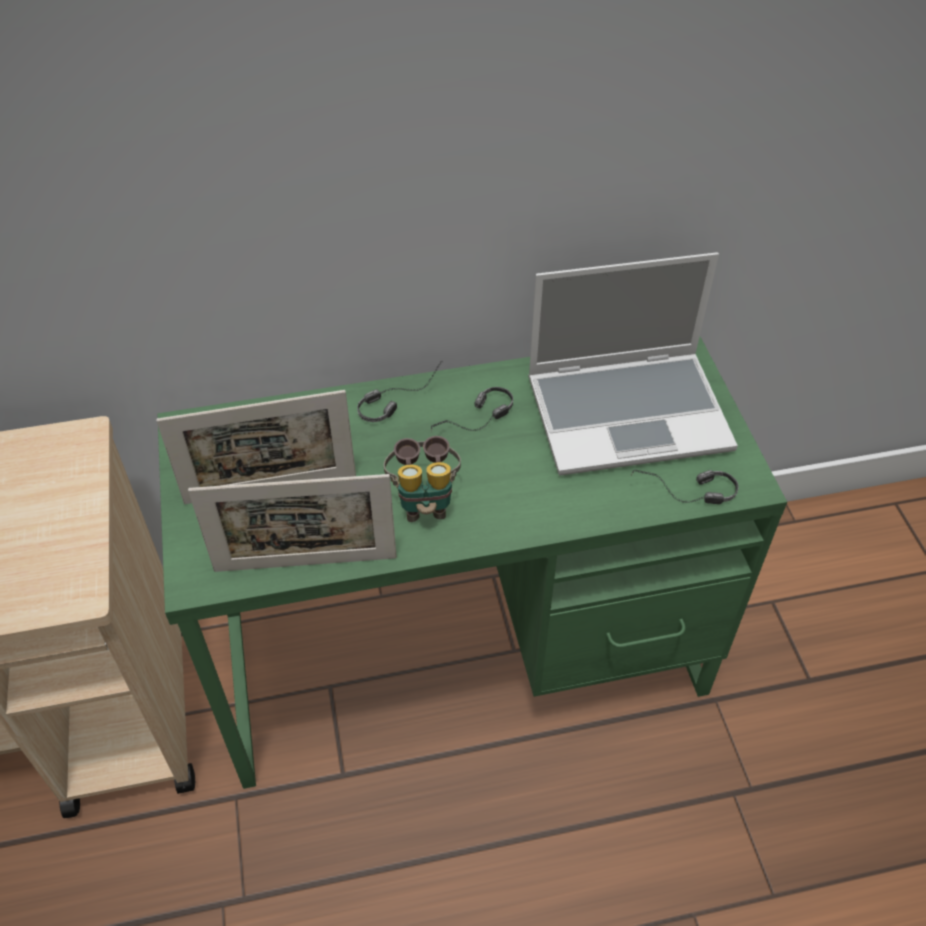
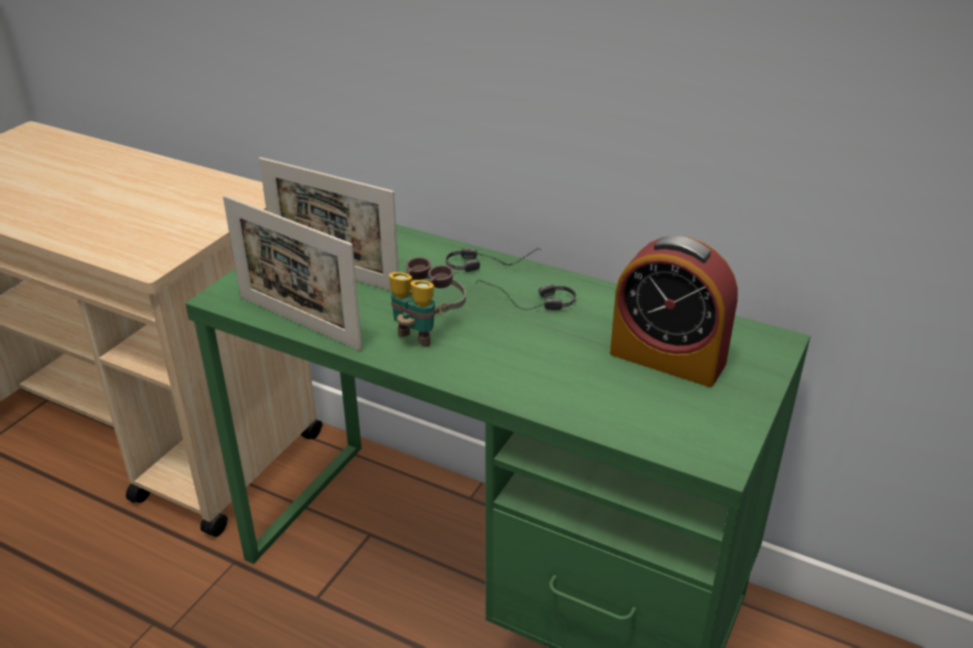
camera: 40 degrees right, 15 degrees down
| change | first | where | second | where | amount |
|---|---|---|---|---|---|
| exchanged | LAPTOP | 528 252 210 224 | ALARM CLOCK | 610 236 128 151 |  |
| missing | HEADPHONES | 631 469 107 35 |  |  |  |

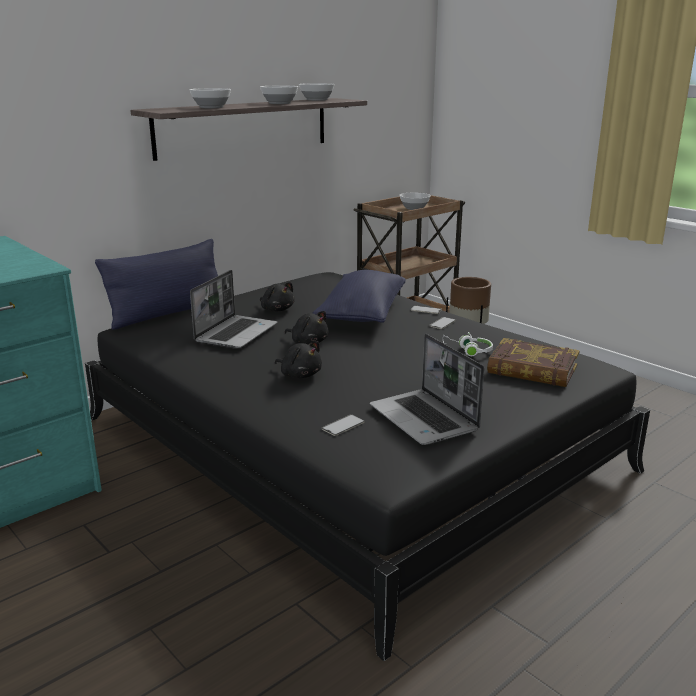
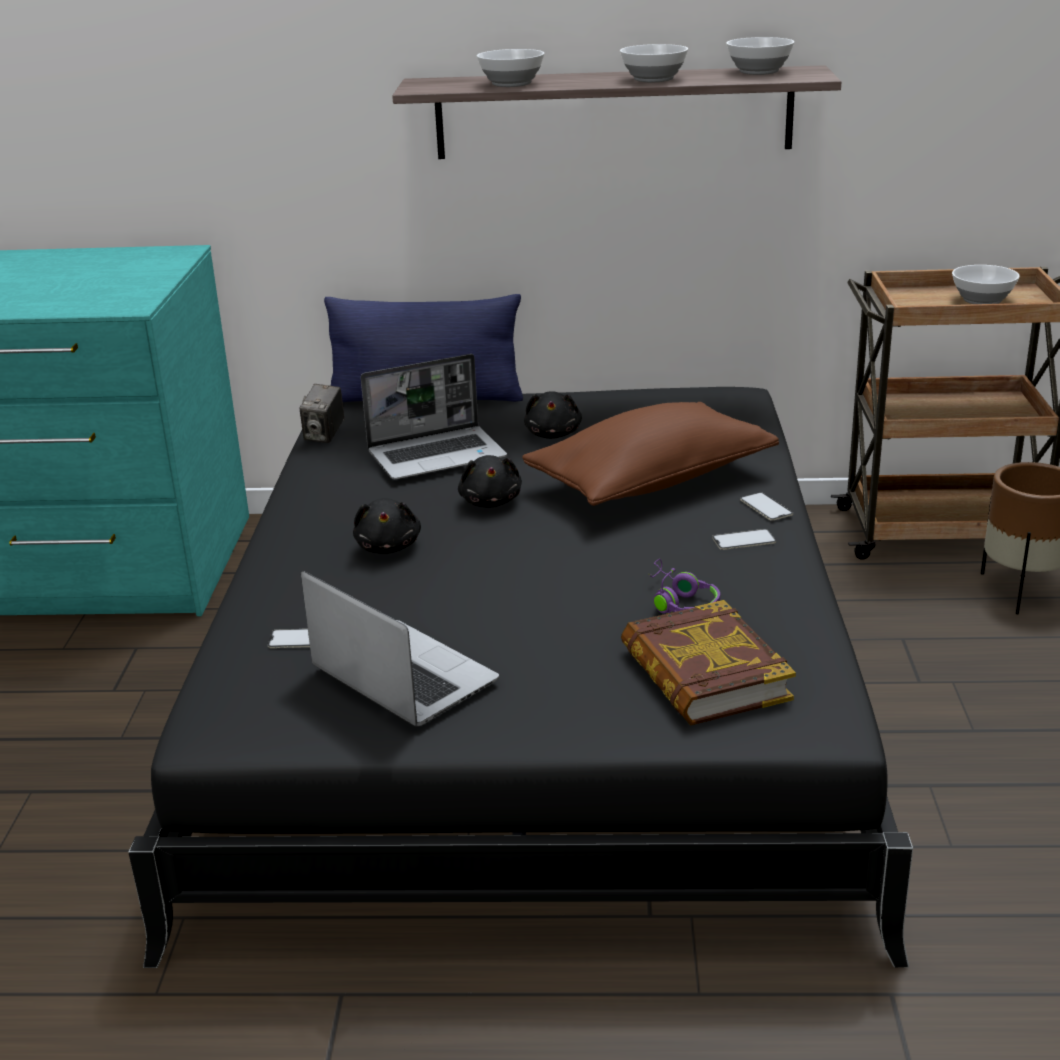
camera: 45 degrees right, 5 degrees up
| change | first | where | second | where | amount |
|---|---|---|---|---|---|
| appeared |  |  | PHOTO CAMERA | 300 384 44 59 |  |
| spun | LAPTOP | 370 334 114 111 |  | 301 571 198 156 | 120 degrees clockwise |
| colour | BLUE PILLOW | 313 270 93 53 | BROWN PILLOW | 522 402 257 104 |  |
| colour | WHITE HEADPHONES | 443 332 50 24 | PURPLE HEADPHONES | 649 559 71 54 |  |

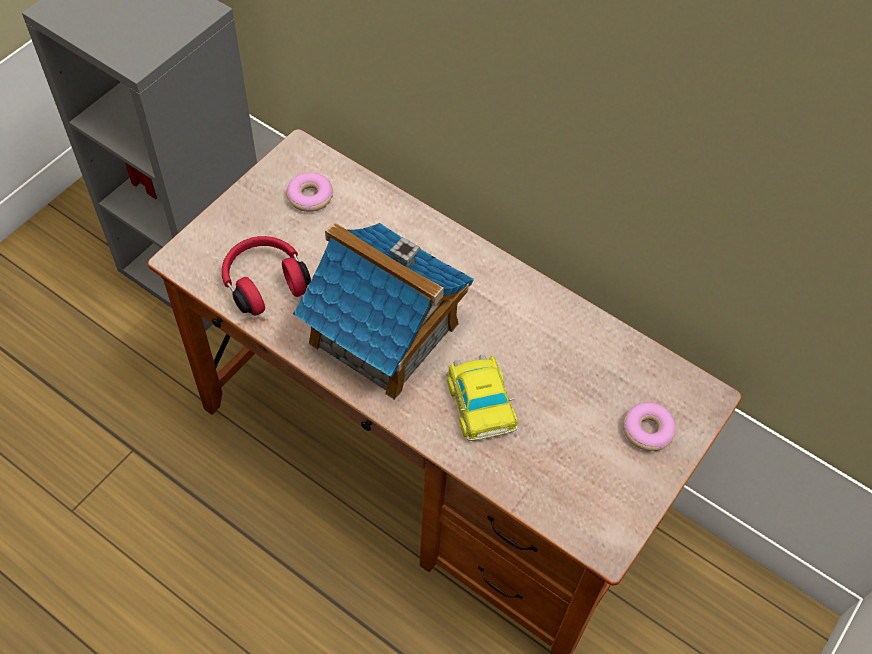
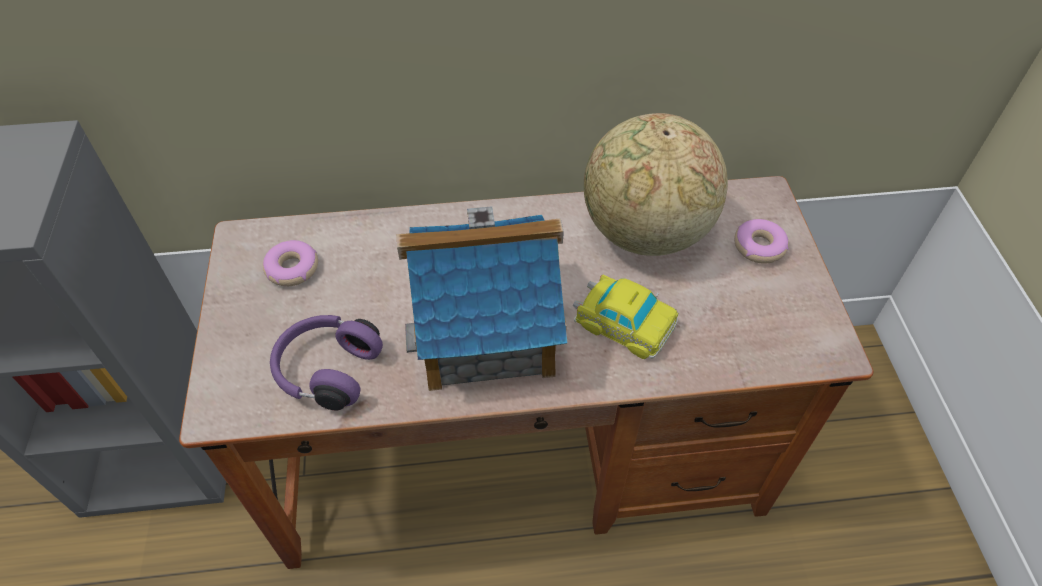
camera: 40 degrees left, 5 degrees down
| change | first | where | second | where | amount |
|---|---|---|---|---|---|
| colour | RED HEADPHONES | 222 236 89 79 | PURPLE HEADPHONES | 270 315 113 95 |  |
| appeared |  |  | GLOBE | 584 113 144 143 |  |

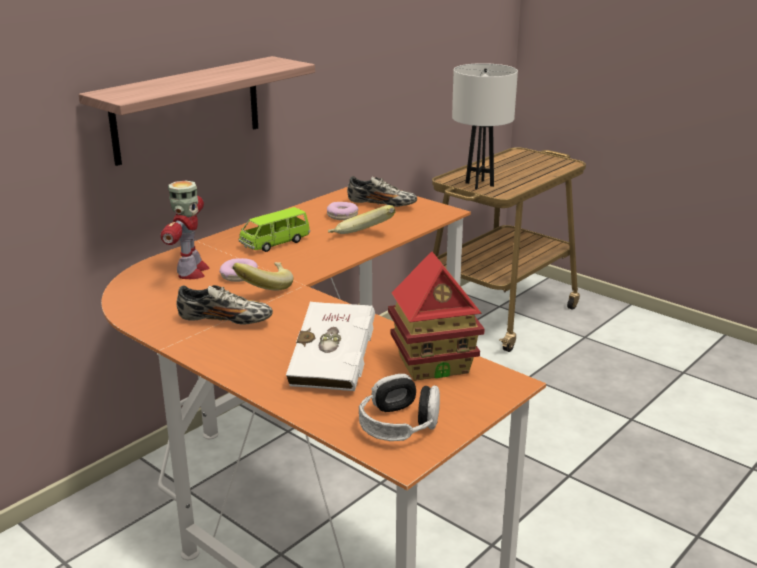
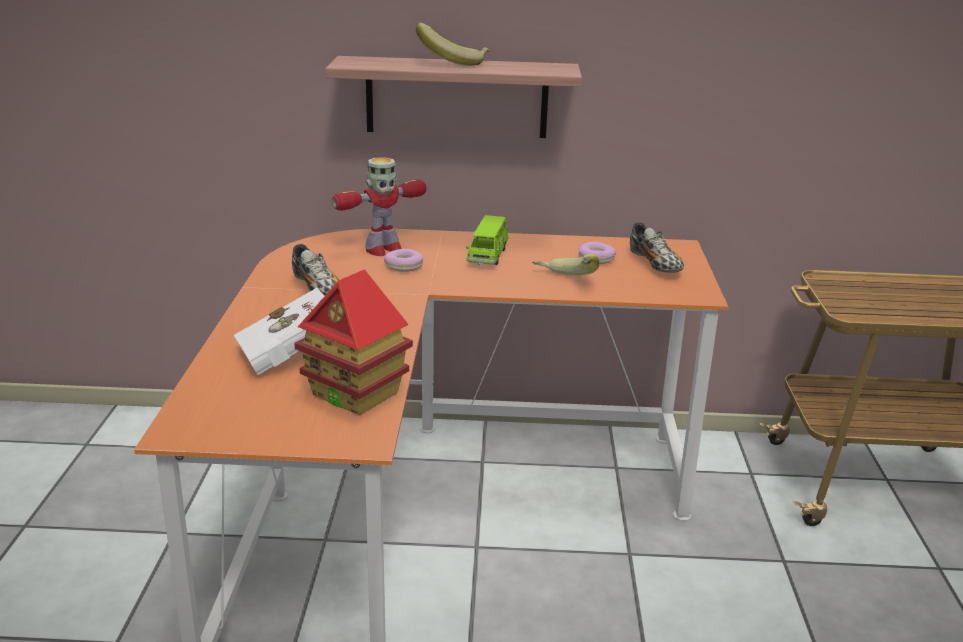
camera: 50 degrees right, 0 degrees up
| change | first | where | second | where | amount |
|---|---|---|---|---|---|
| relocated | BANANA | 233 262 61 29 |  | 416 23 74 43 |  |
| spun | GREEN TOY CAR | 239 207 71 45 |  | 466 215 43 50 | 90 degrees counterclockwise |
| missing | HEADPHONES | 359 374 81 67 |  |  |  |
| missing | WHITE TABLE LAMP | 452 63 66 126 |  |  |  |

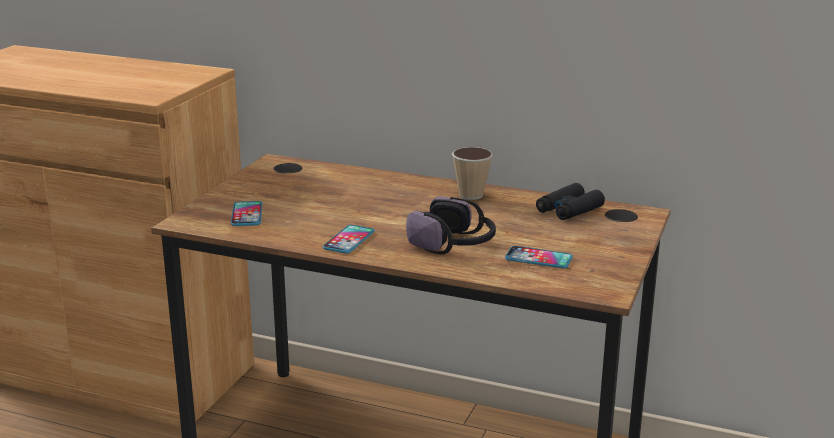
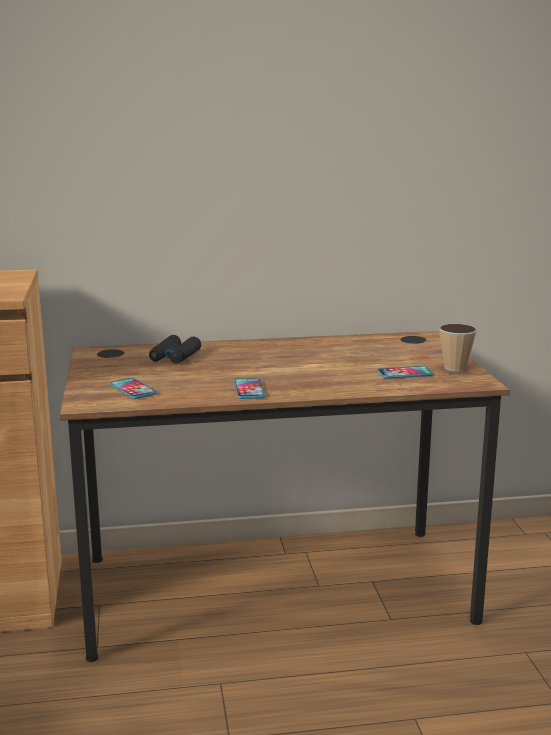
camera: 30 degrees left, 5 degrees down
| change | first | where | second | where | amount |
|---|---|---|---|---|---|
| relocated | BLACK BINOCULARS | 536 183 69 37 |  | 149 335 52 29 |  |
| relocated | CUP | 452 147 41 53 |  | 439 324 38 47 |  |
| missing | HEADPHONES | 406 196 90 59 |  |  |  |

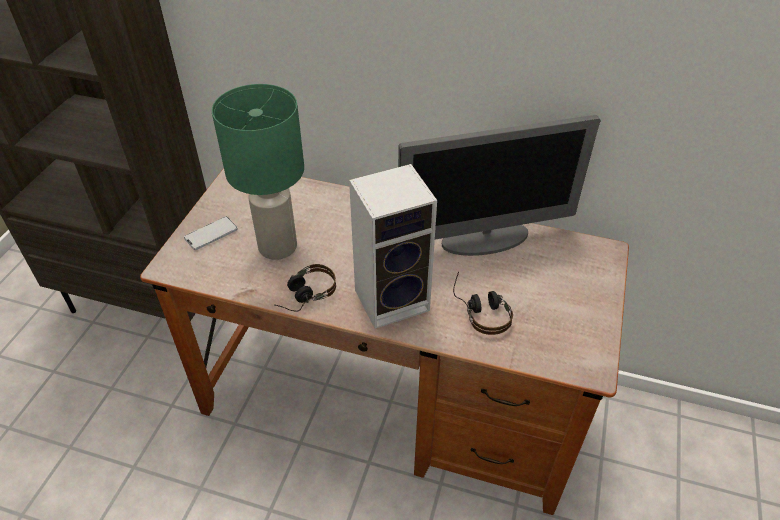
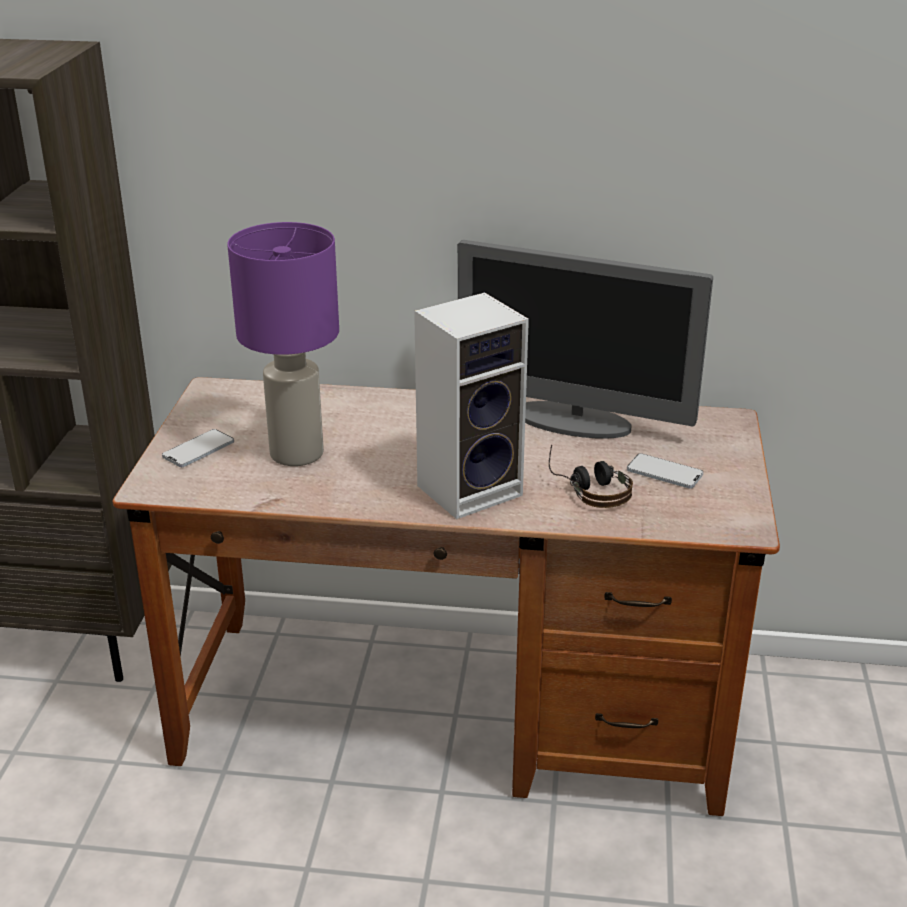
camera: 10 degrees left, 15 degrees down
| change | first | where | second | where | amount |
|---|---|---|---|---|---|
| colour | GREEN TABLE LAMP | 212 84 92 176 | PURPLE TABLE LAMP | 227 222 112 244 |  |
| spun | MONITOR | 398 115 203 141 |  | 457 240 256 199 | 45 degrees clockwise |
| appeared |  |  | PHONE | 627 453 76 36 |  |
| missing | HEADPHONES | 274 264 62 47 |  |  |  |

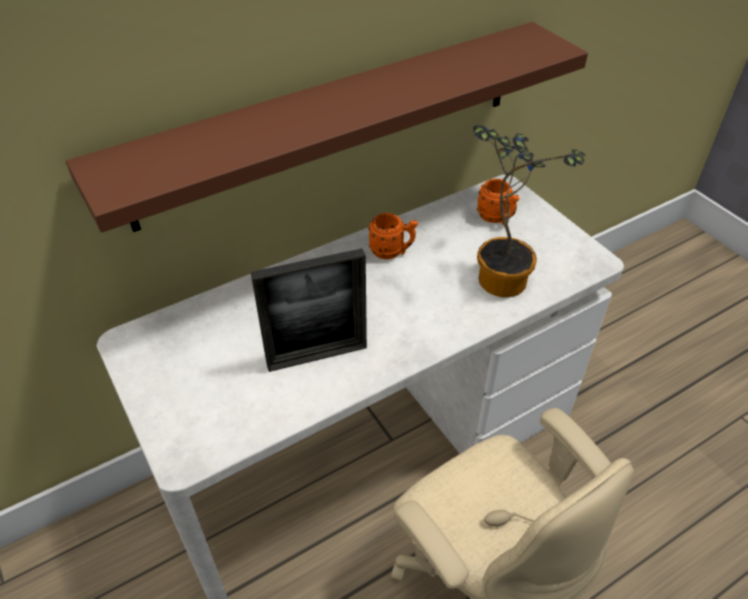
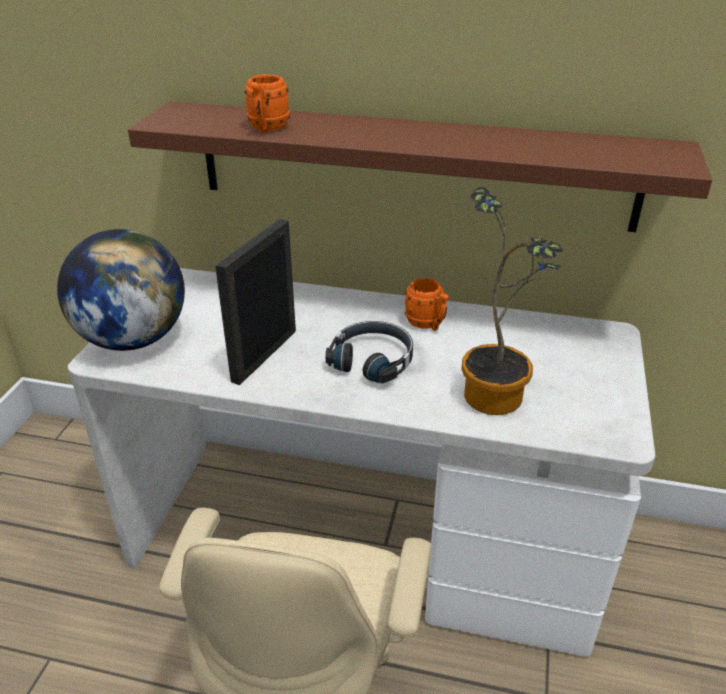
camera: 45 degrees right, 10 degrees down
| change | first | where | second | where | amount |
|---|---|---|---|---|---|
| appeared |  |  | GLOBE | 57 229 128 122 |  |
| spun | PICTURE FRAME | 251 248 116 124 |  | 215 219 81 166 | 90 degrees clockwise |
| relocated | ORANGE MUG | 477 179 42 46 |  | 245 74 45 60 |  |
| appeared |  |  | BLACK HEADPHONES | 325 321 88 63 |  |

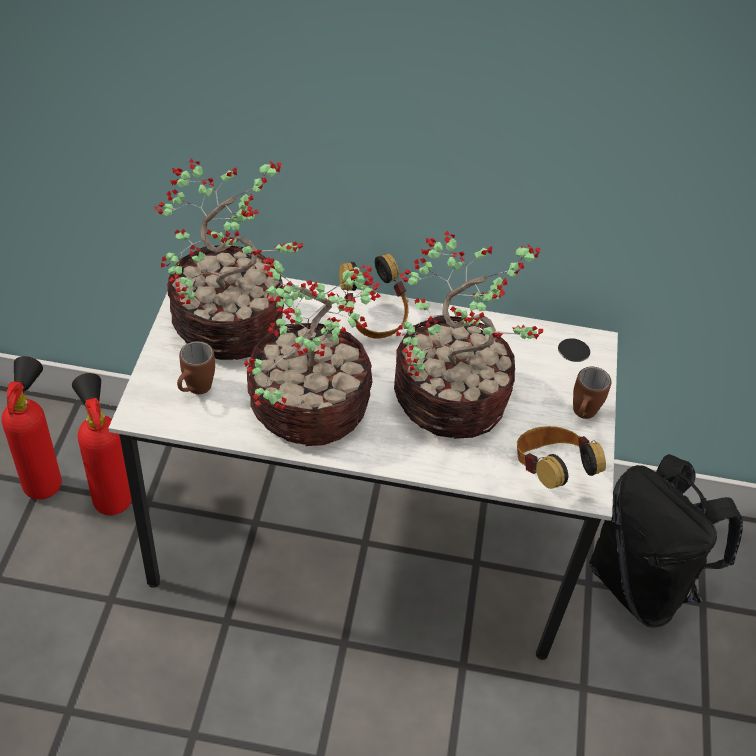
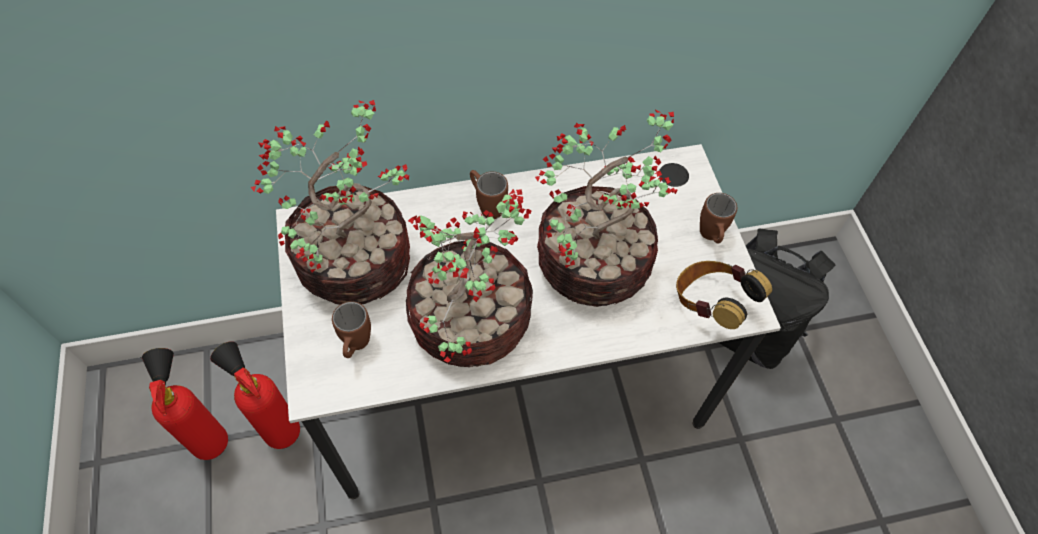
camera: 20 degrees left, 10 degrees up
| change | first | where | second | where | amount |
|---|---|---|---|---|---|
| exchanged | HEADPHONES | 339 254 69 84 | BROWN MUG | 470 170 38 49 |  |

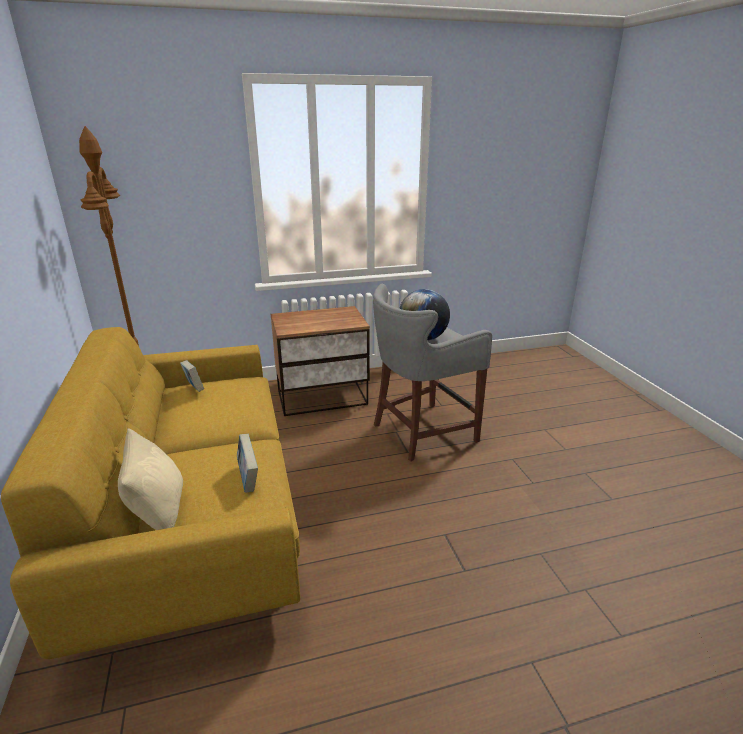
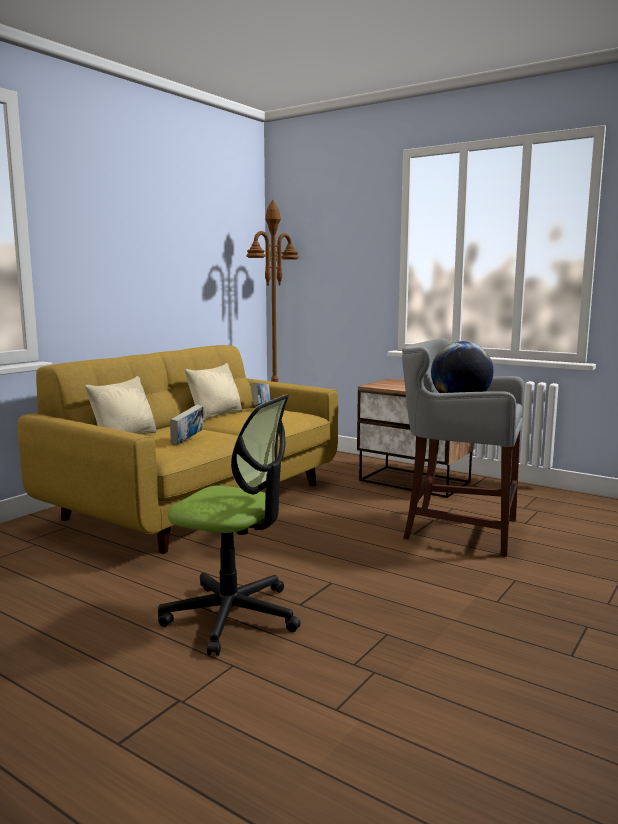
camera: 50 degrees right, 15 degrees down
| change | first | where | second | where | amount |
|---|---|---|---|---|---|
| appeared |  |  | OFFICE CHAIR | 158 394 143 262 |  |
| appeared |  |  | BEIGE PILLOW | 185 363 57 57 |  |

